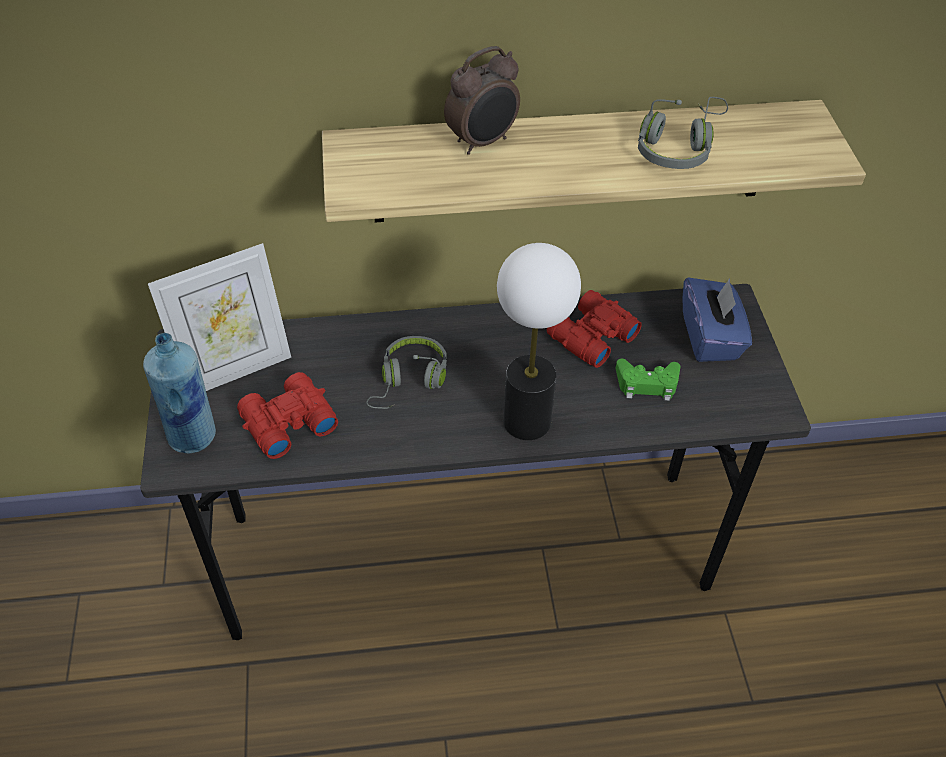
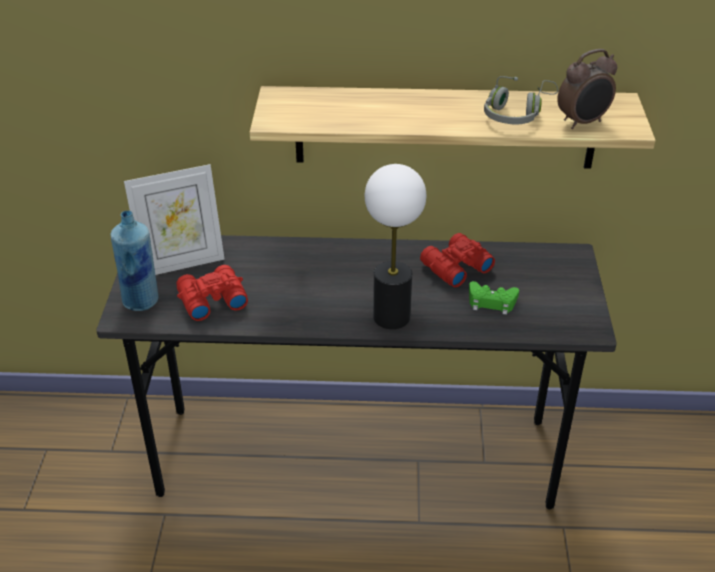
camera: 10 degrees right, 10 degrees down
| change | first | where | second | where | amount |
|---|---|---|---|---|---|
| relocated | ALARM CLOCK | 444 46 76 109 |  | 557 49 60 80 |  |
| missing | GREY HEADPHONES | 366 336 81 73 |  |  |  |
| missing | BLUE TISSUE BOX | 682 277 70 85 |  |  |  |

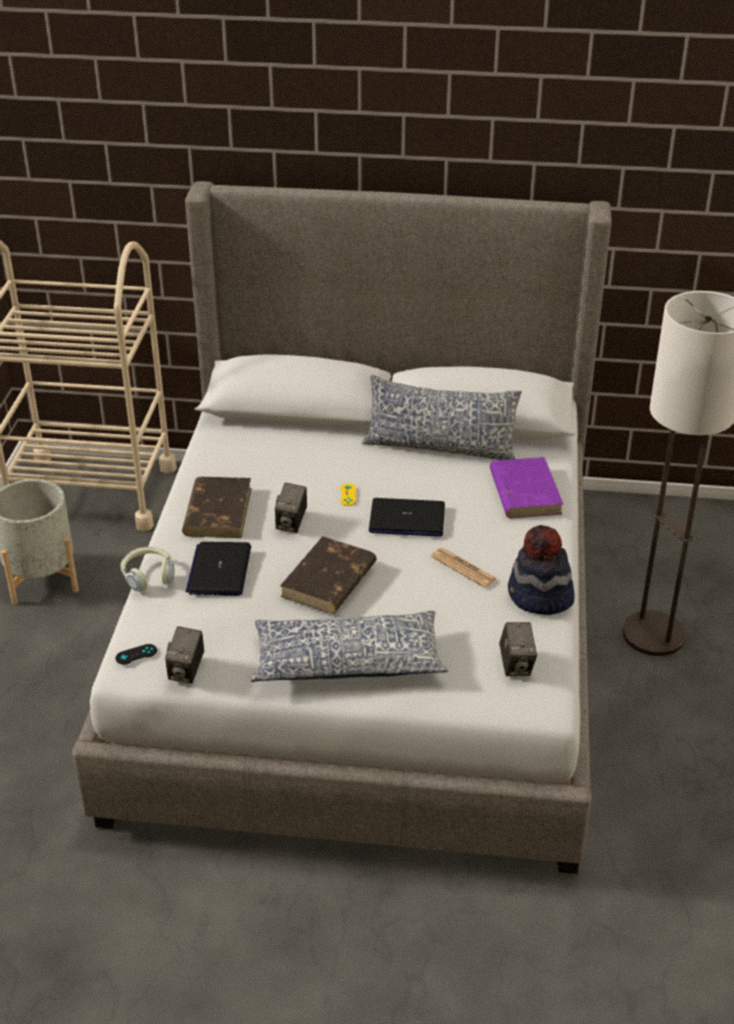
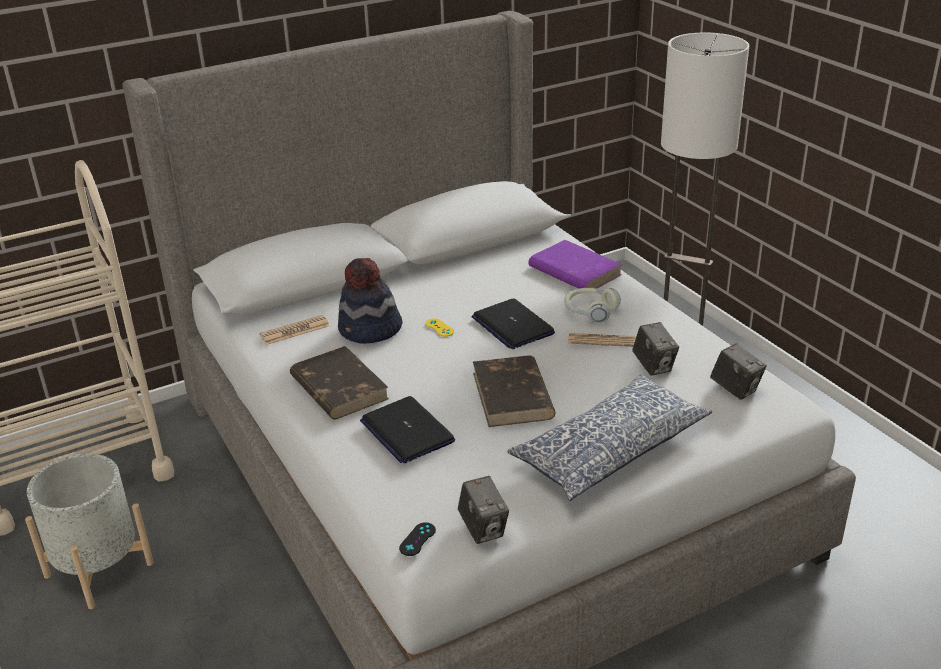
camera: 35 degrees left, 5 degrees down
| change | first | where | second | where | amount |
|---|---|---|---|---|---|
| appeared |  |  | NEWSPAPER | 260 315 70 30 |  |
| relocated | HAT | 508 525 67 90 |  | 338 258 65 86 |  |
| spun | LAPTOP | 369 498 76 39 |  | 472 298 83 51 | 90 degrees clockwise |
| relocated | HEADPHONES | 120 547 54 45 |  | 564 288 57 35 |  |
| relocated | PHOTO CAMERA | 275 483 32 50 |  | 632 322 47 54 |  |
| missing | PILLOW | 362 375 160 85 |  |  |  |

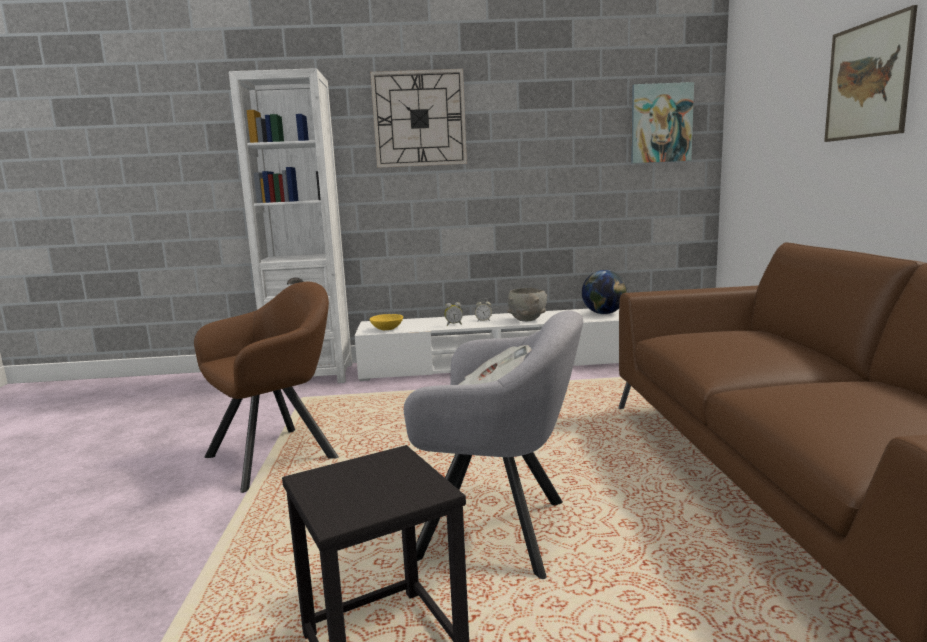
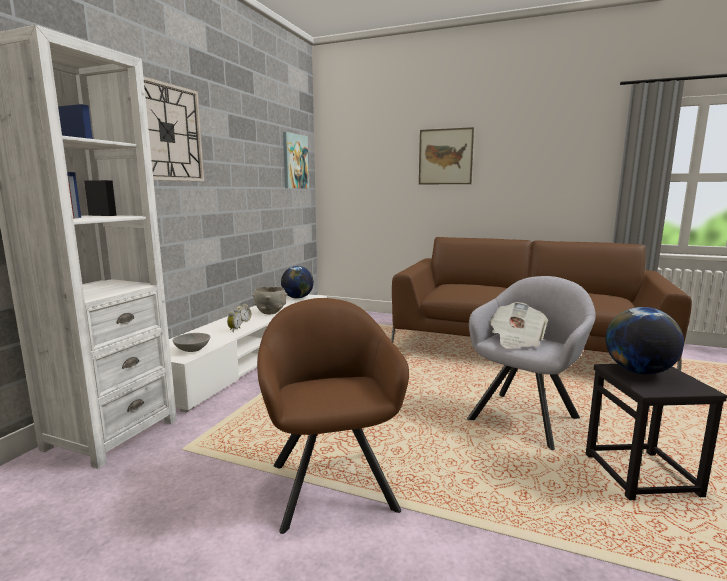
camera: 65 degrees left, 0 degrees up
| change | first | where | second | where | amount |
|---|---|---|---|---|---|
| colour | YELLOW BOWL | 369 314 34 16 | GREY BOWL | 173 333 37 19 |  |
| appeared |  |  | GLOBE | 606 307 78 68 |  |

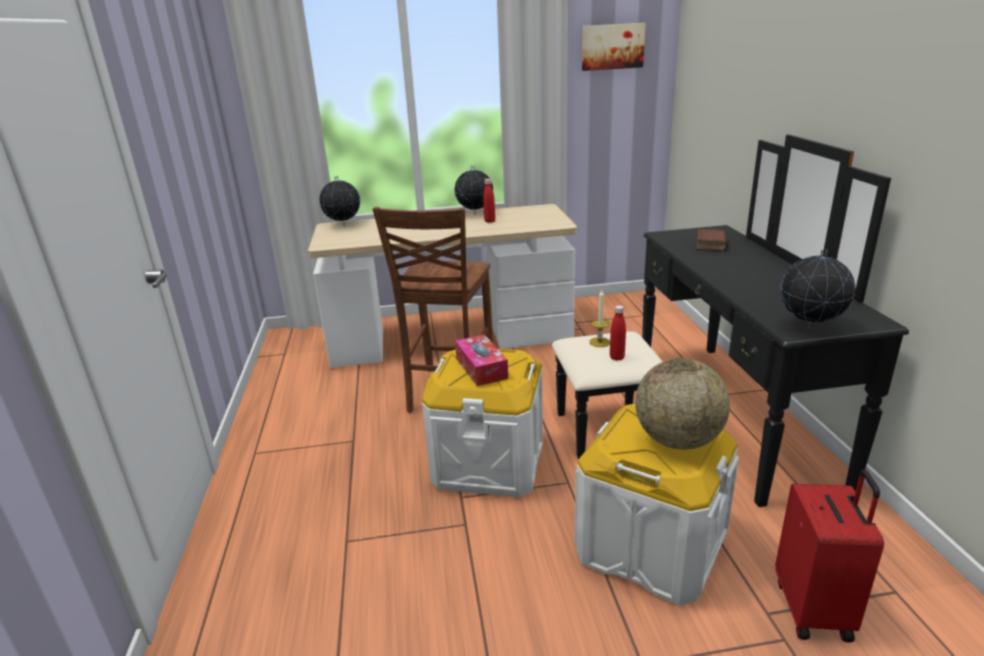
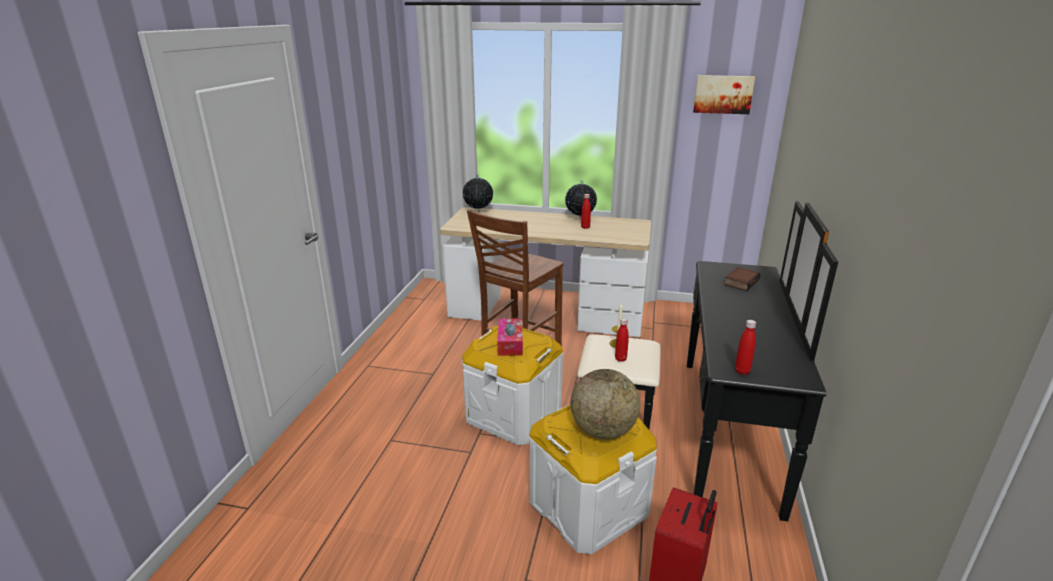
camera: 20 degrees right, 0 degrees up
| change | first | where | second | where | amount |
|---|---|---|---|---|---|
| exchanged | GLOBE | 780 249 75 79 | RED BOTTLE | 735 320 21 55 |  |

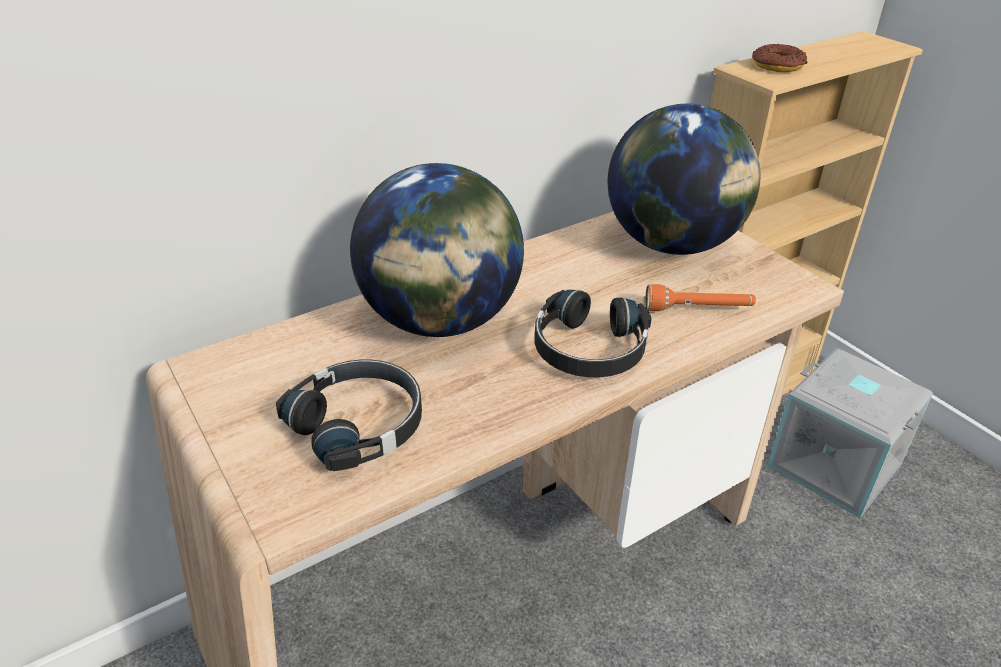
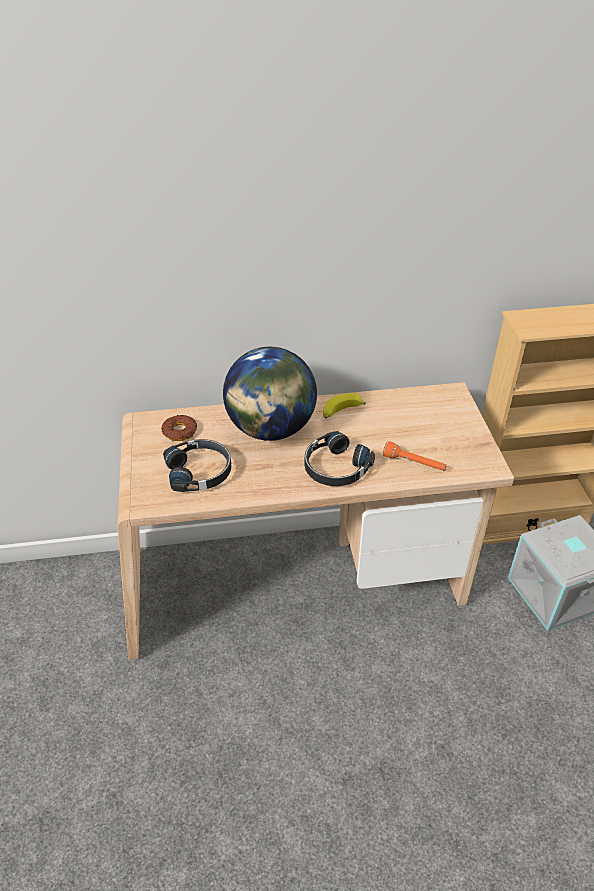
camera: 25 degrees right, 5 degrees up
| change | first | where | second | where | amount |
|---|---|---|---|---|---|
| relocated | DONUT | 752 44 56 28 |  | 161 415 36 26 |  |
| appeared |  |  | BANANA | 323 393 43 25 |  |
| missing | GLOBE | 608 103 152 152 |  |  |  |

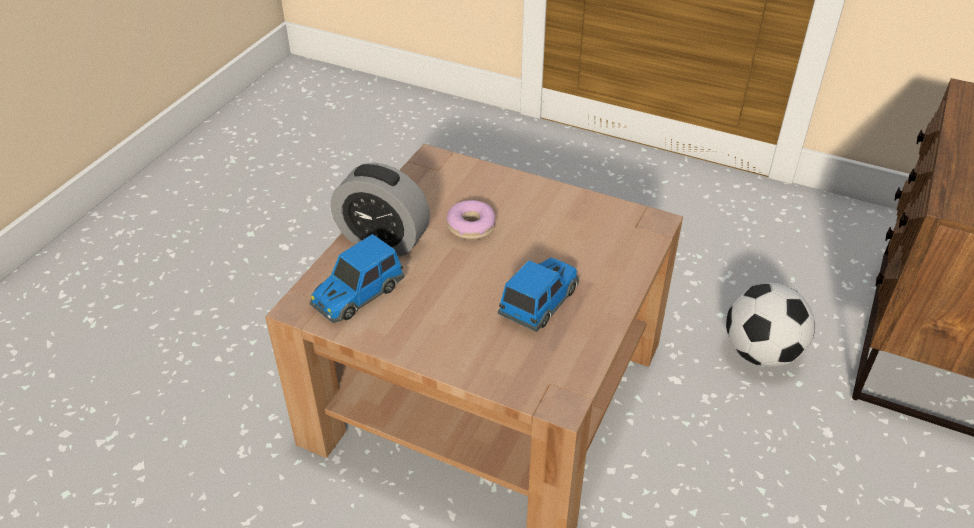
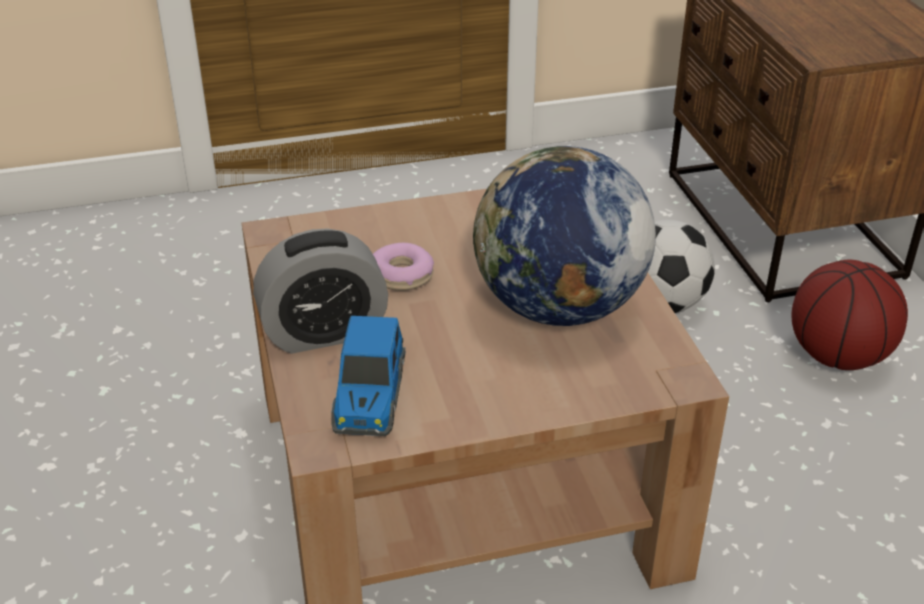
camera: 40 degrees left, 5 degrees down
| change | first | where | second | where | amount |
|---|---|---|---|---|---|
| exchanged | TOY CAR | 498 257 81 75 | GLOBE | 473 146 183 180 |  |
| appeared |  |  | BASKETBALL | 791 260 117 110 |  |

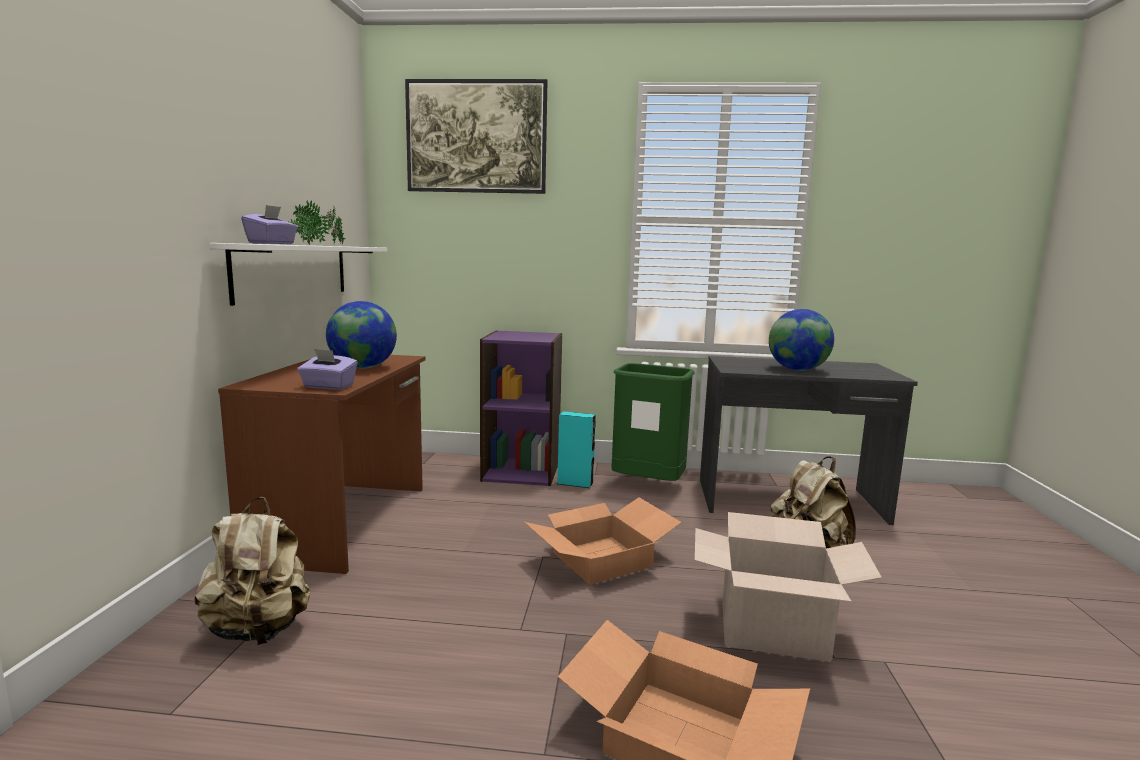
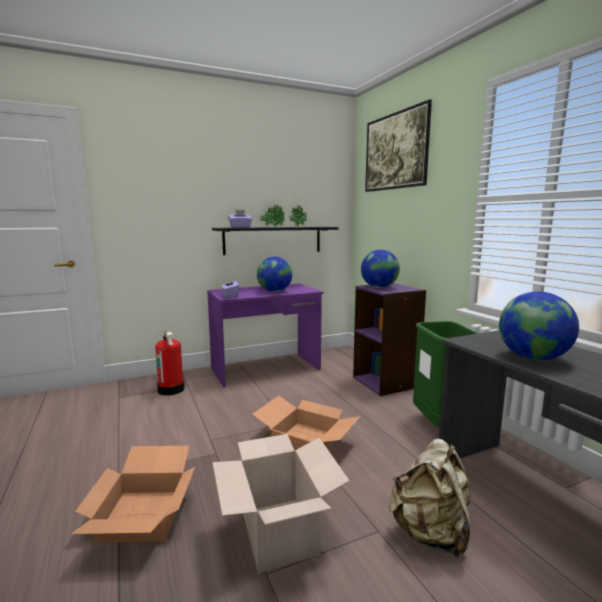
camera: 60 degrees right, 0 degrees up
| change | first | where | second | where | amount |
|---|---|---|---|---|---|
| exchanged | BEIGE BACKPACK | 195 497 115 148 | FIRE EXTINGUISHER | 155 331 30 64 |  |
| colour | BROWN DESK | 218 355 207 219 | PURPLE DESK | 207 283 116 104 |  |
| colour | WHITE SHELF | 209 243 178 63 | BLACK SHELF | 212 227 127 28 |  |
| appeared |  |  | GLOBE | 361 250 39 38 |  |
| missing | TURQUOISE SPEAKER | 557 411 39 77 |  |  |  |

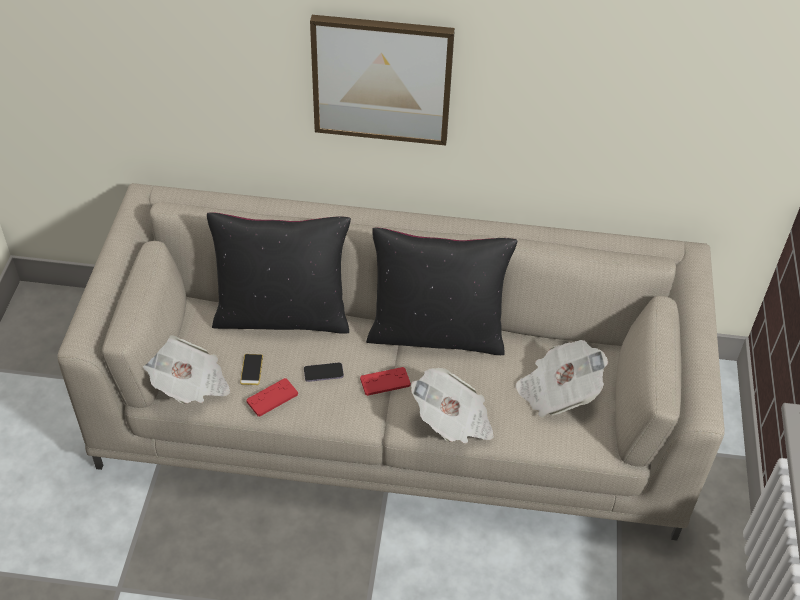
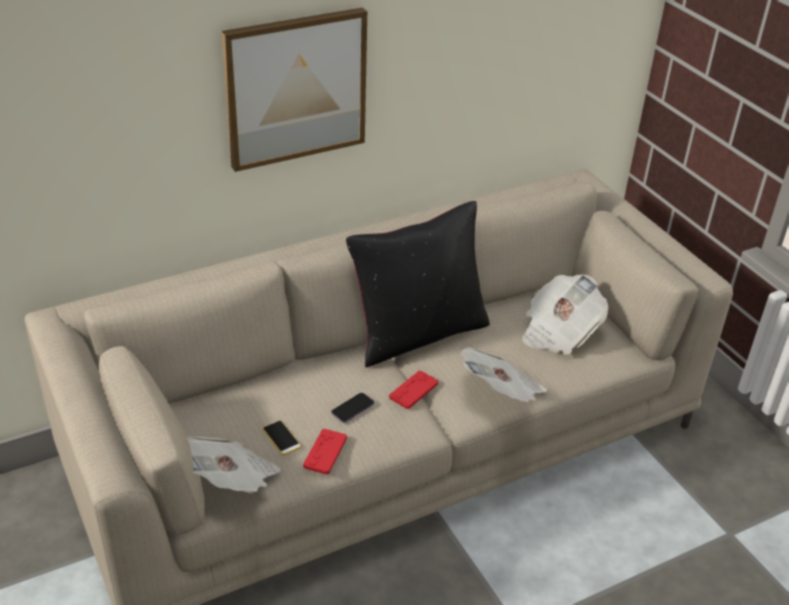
camera: 35 degrees left, 10 degrees down
| change | first | where | second | where | amount |
|---|---|---|---|---|---|
| missing | BLACK PILLOW | 207 212 144 122 |  |  |  |

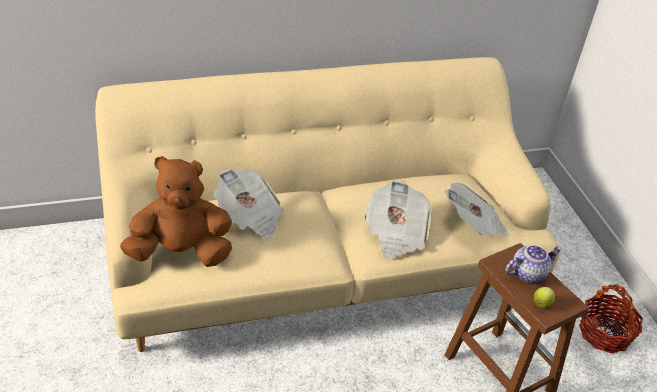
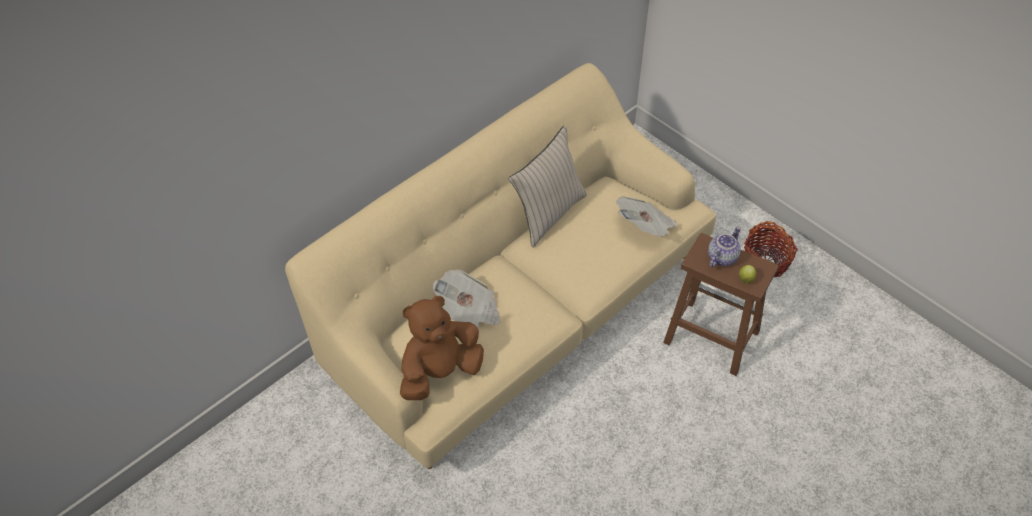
camera: 25 degrees left, 10 degrees up
| change | first | where | second | where | amount |
|---|---|---|---|---|---|
| appeared |  |  | BEIGE PILLOW | 509 125 78 123 |  |
| missing | NEWSPAPER | 365 180 67 78 |  |  |  |

